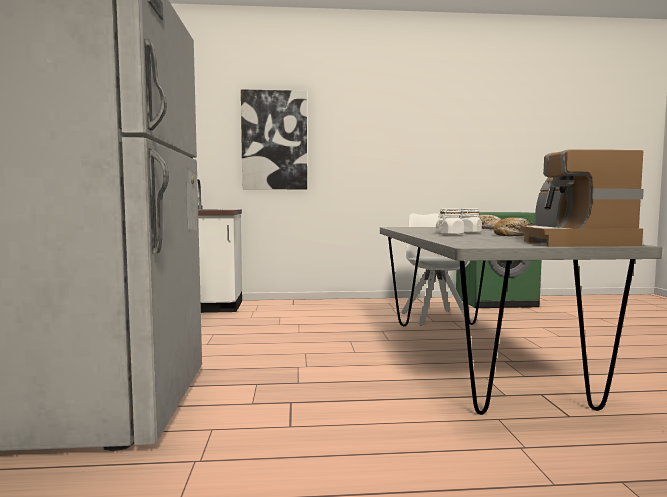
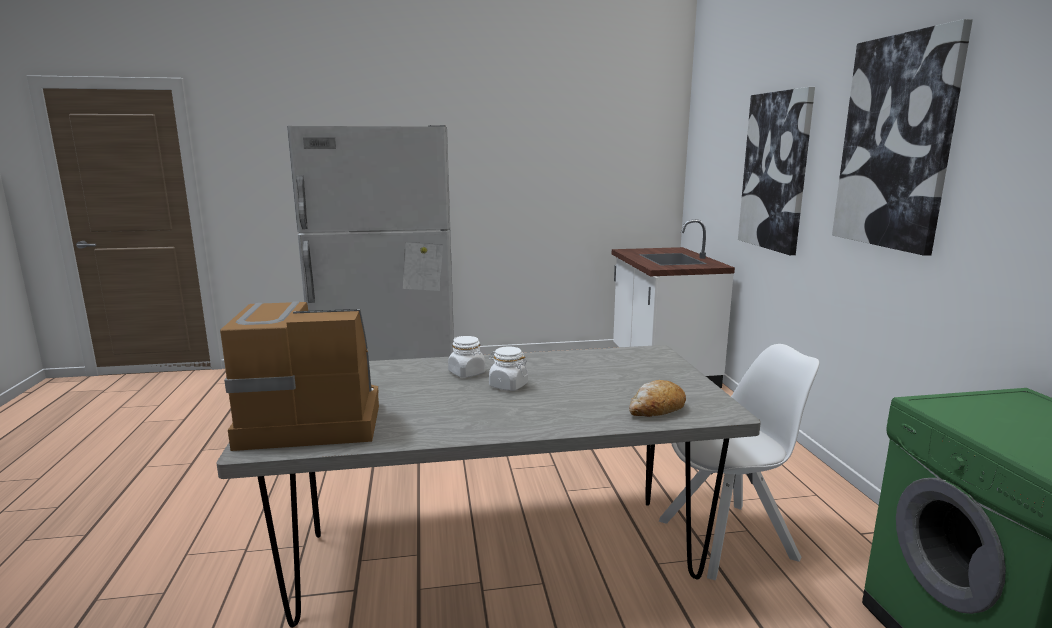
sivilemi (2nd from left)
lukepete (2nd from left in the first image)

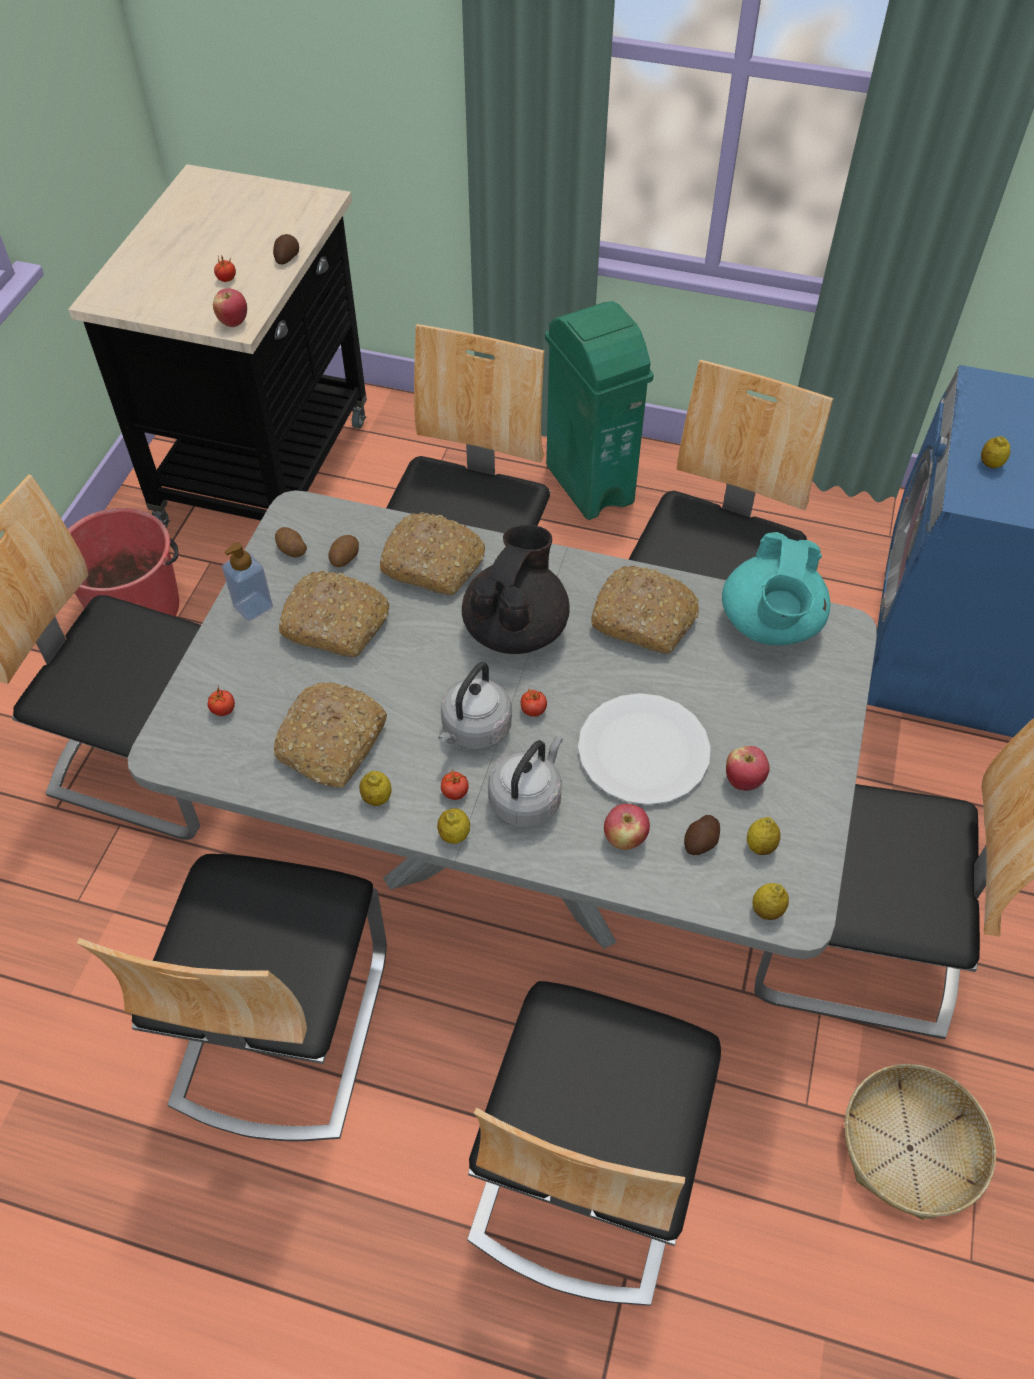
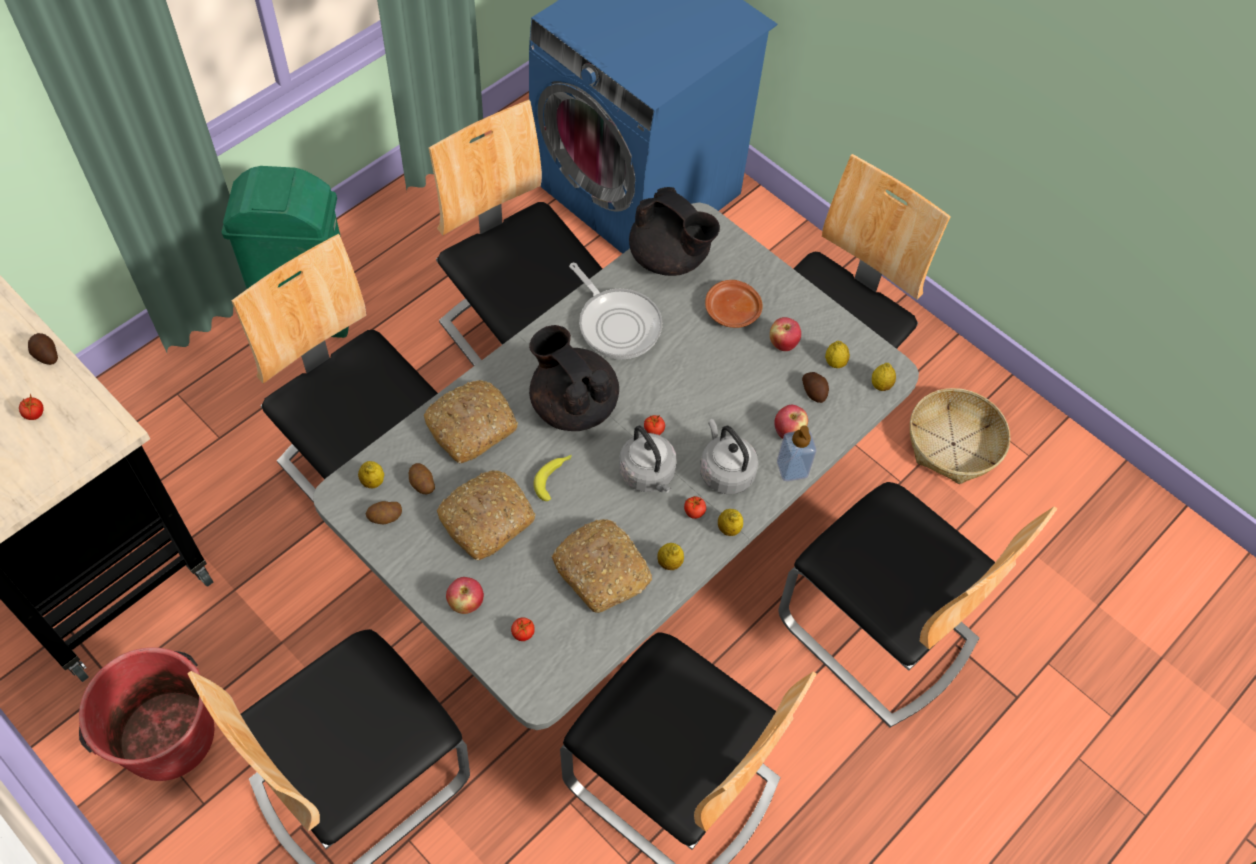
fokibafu (1st from left)
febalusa (1st from left)
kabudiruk
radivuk
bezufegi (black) (2nd from left)
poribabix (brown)
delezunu
poribabix (white)

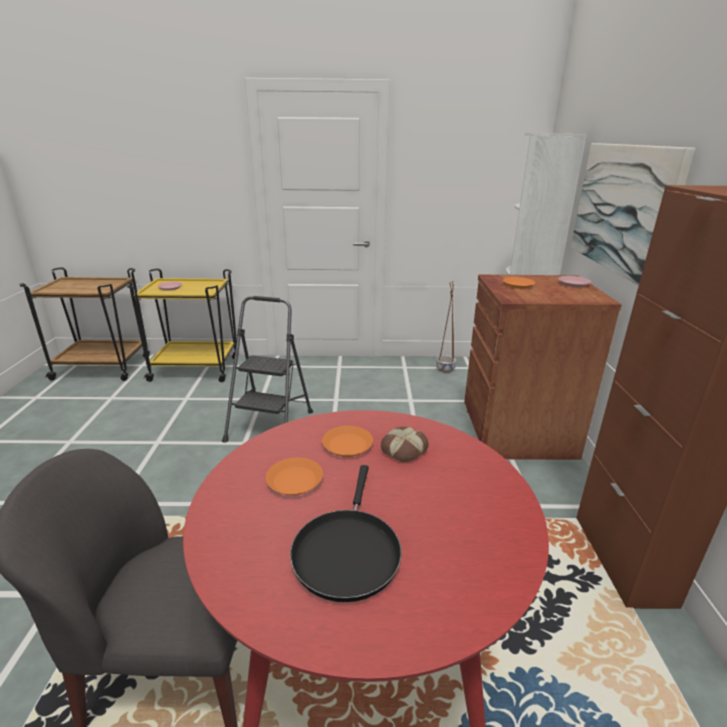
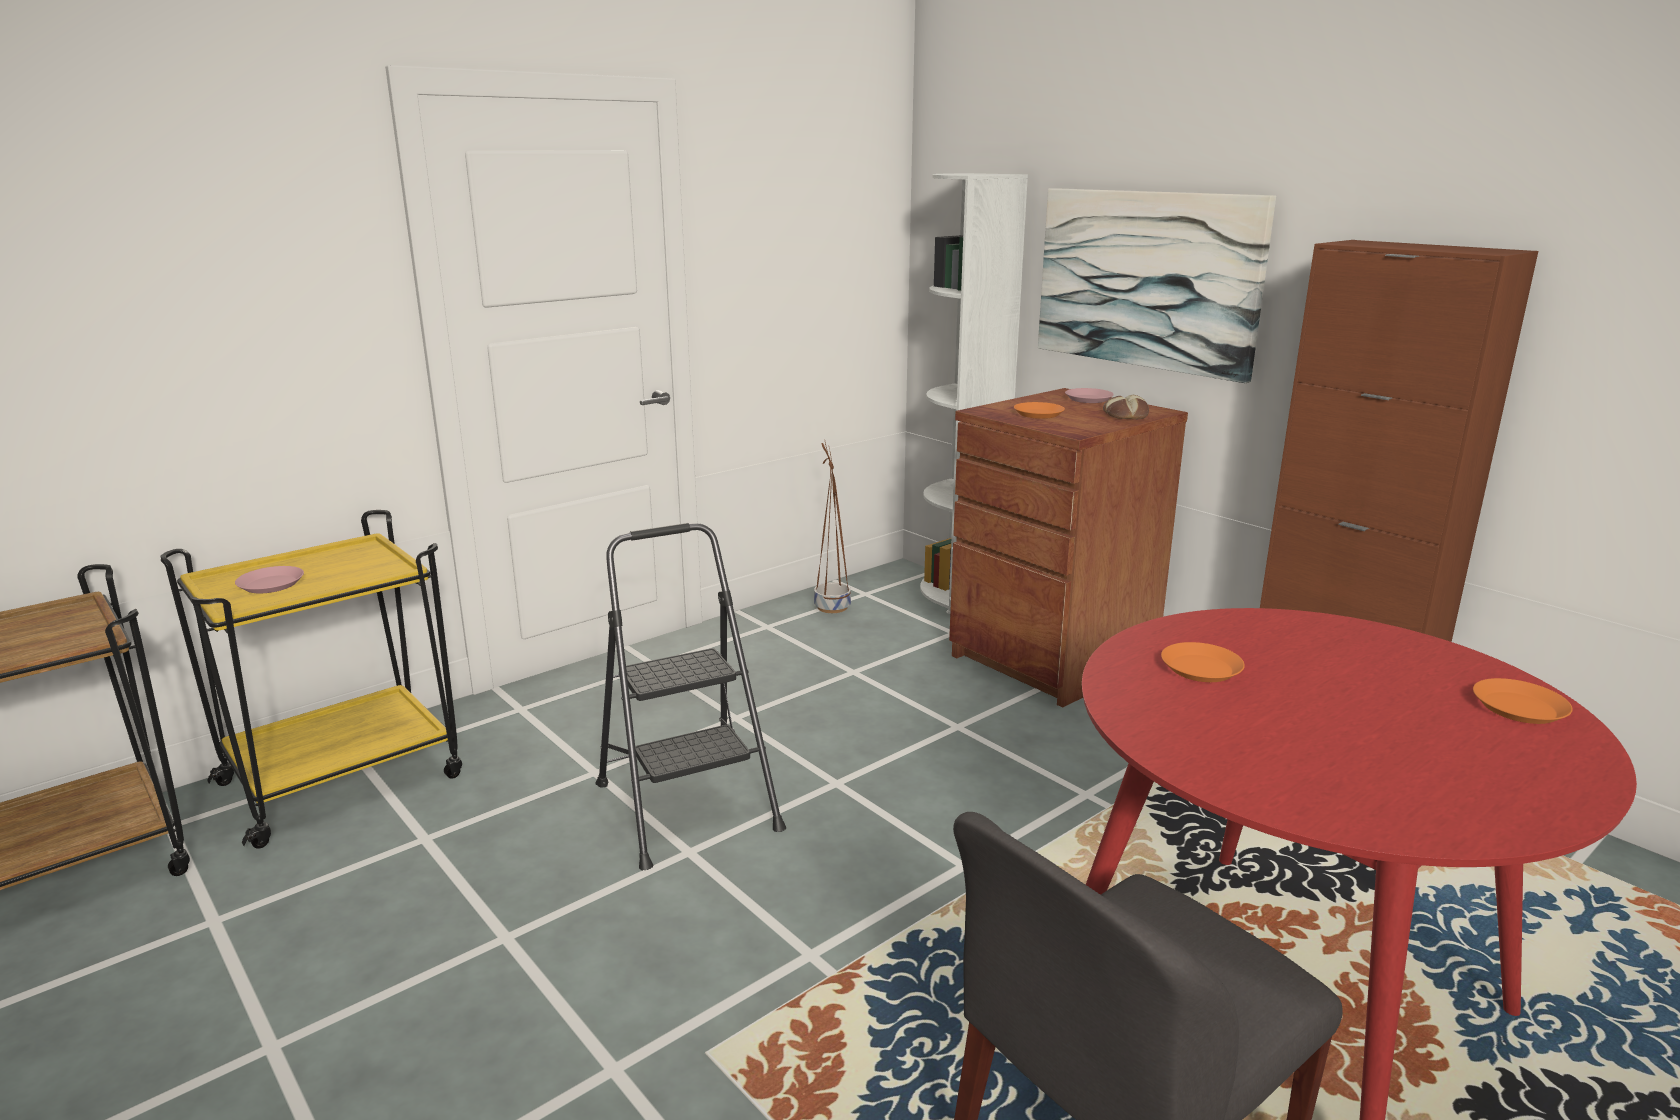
lukepete
poribabix (orange) (3rd from left)
radivuk (black)

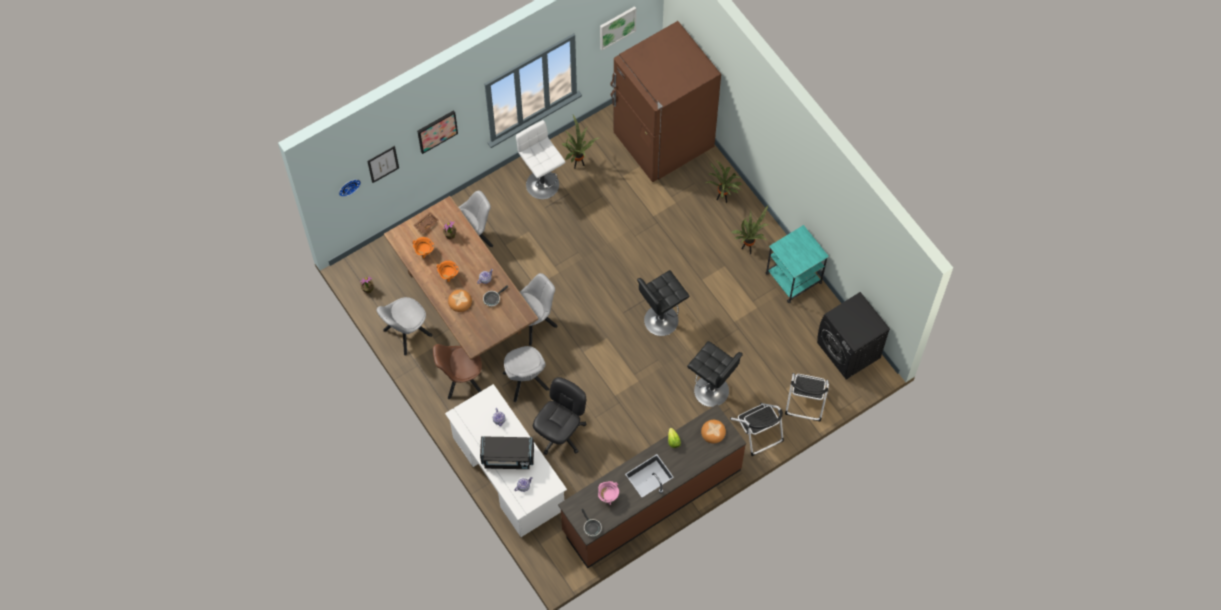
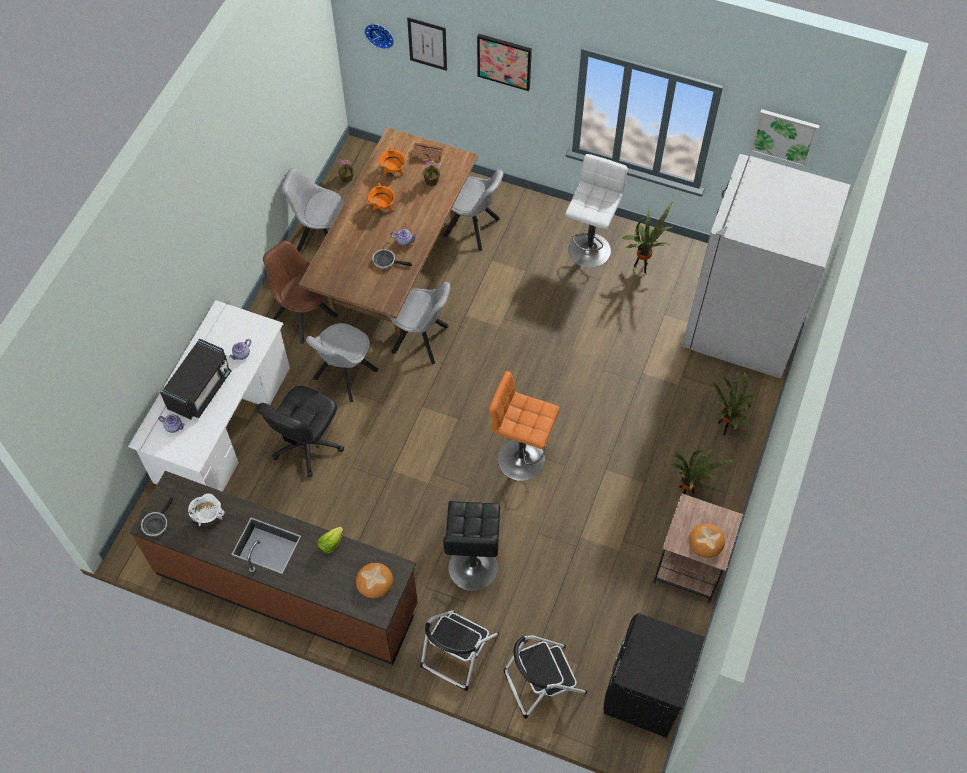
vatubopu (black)
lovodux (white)
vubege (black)
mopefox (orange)
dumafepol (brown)
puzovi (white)
lukepete (2nd from left)

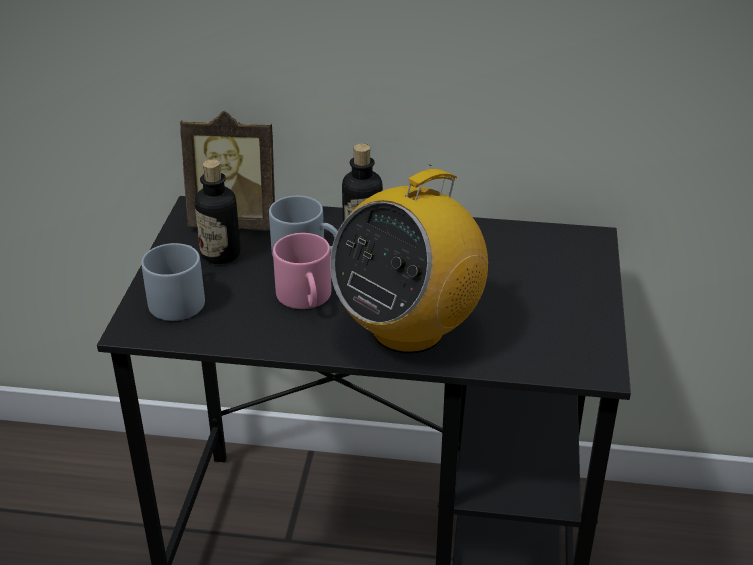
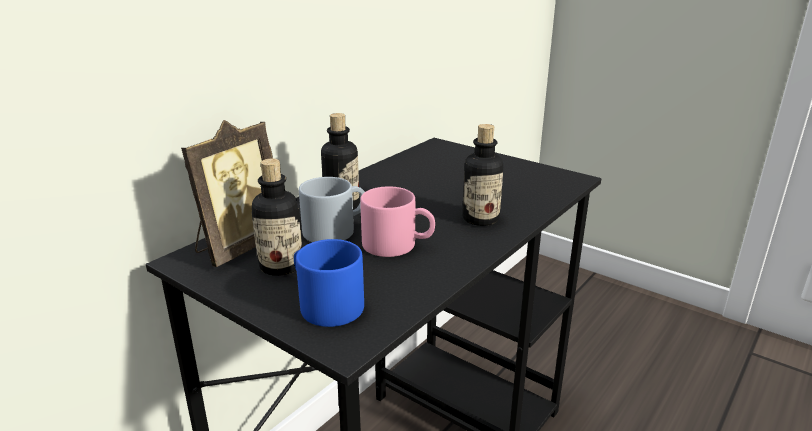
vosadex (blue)
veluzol (3rd from left)

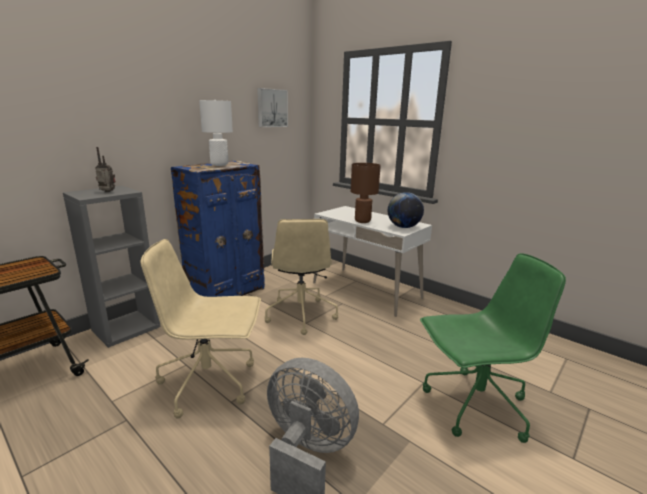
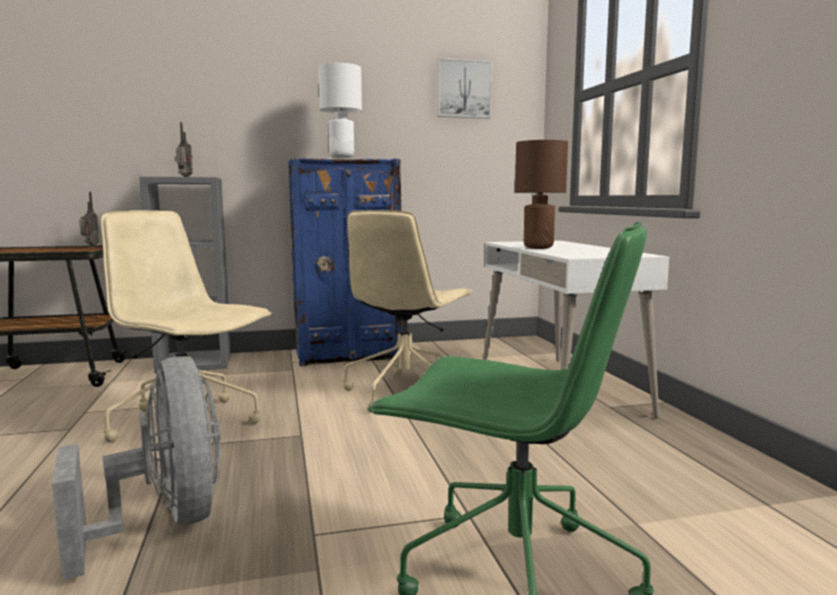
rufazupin (1st from left)
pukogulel

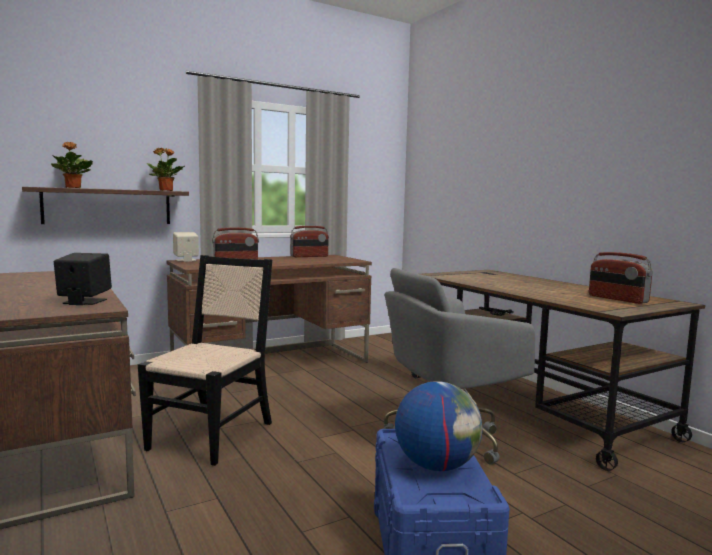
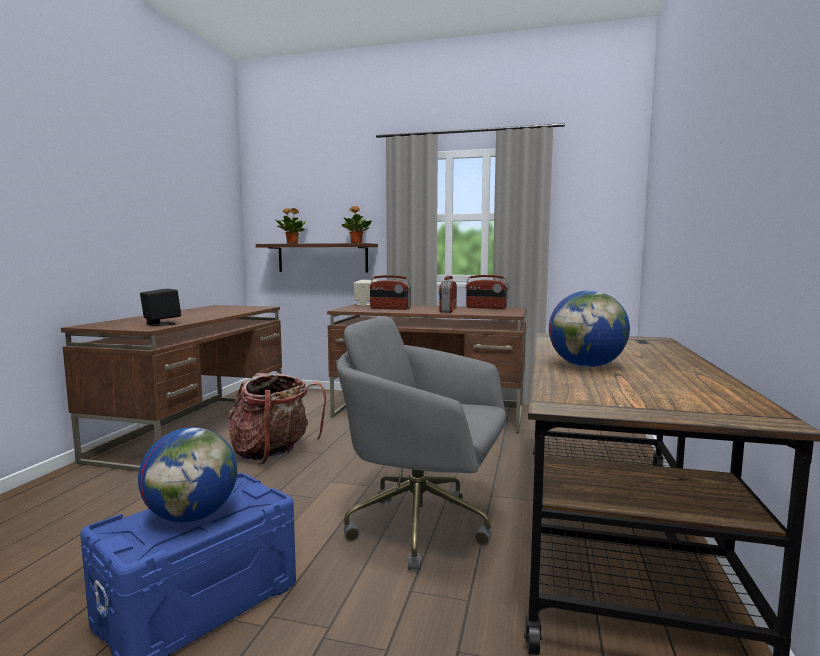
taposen
rufazupin (2nd from left)
pukogulel (2nd from left)

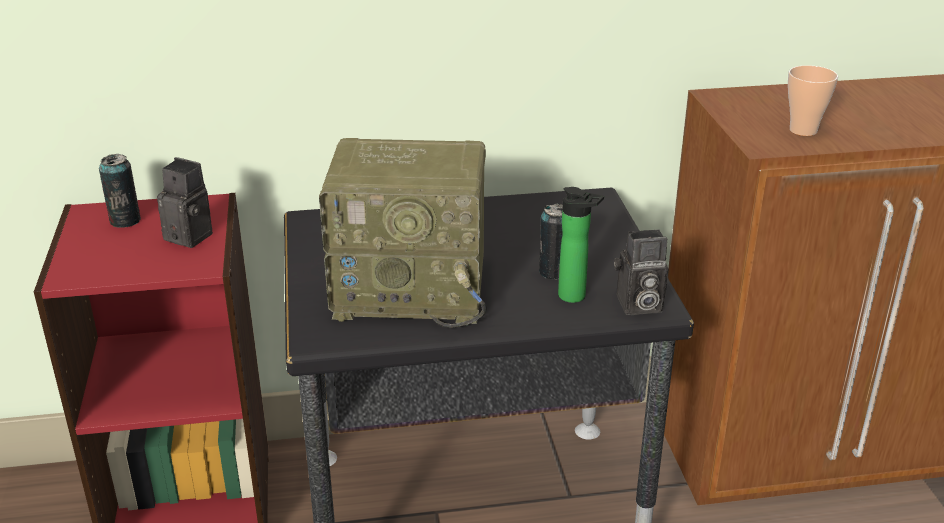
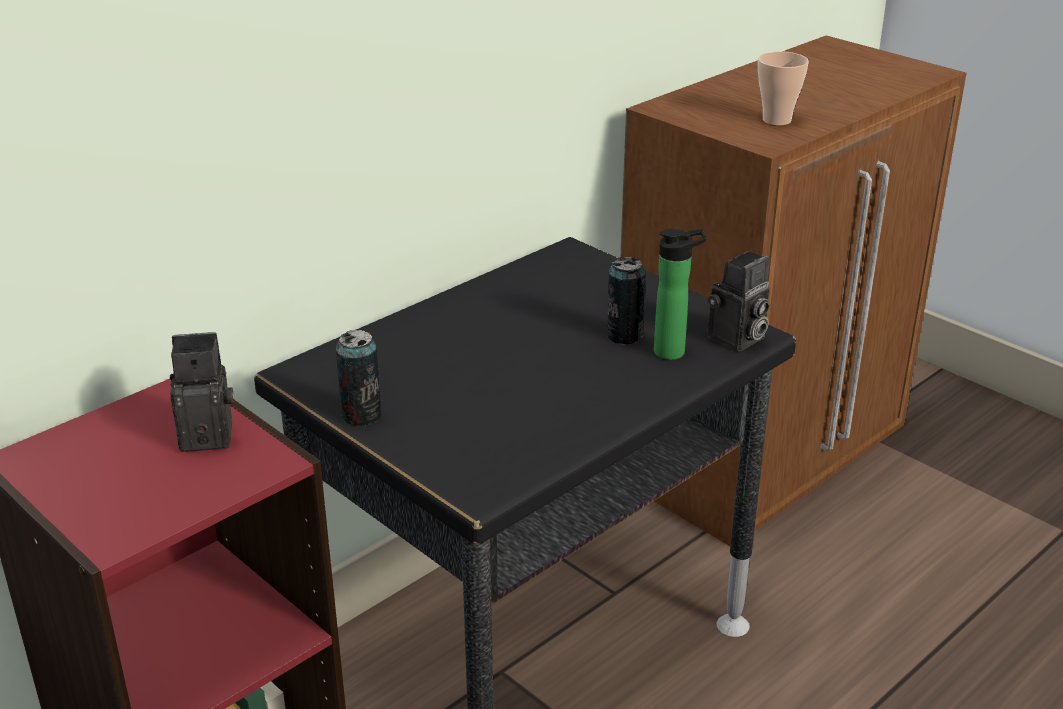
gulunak (1st from left)
rufazupin

